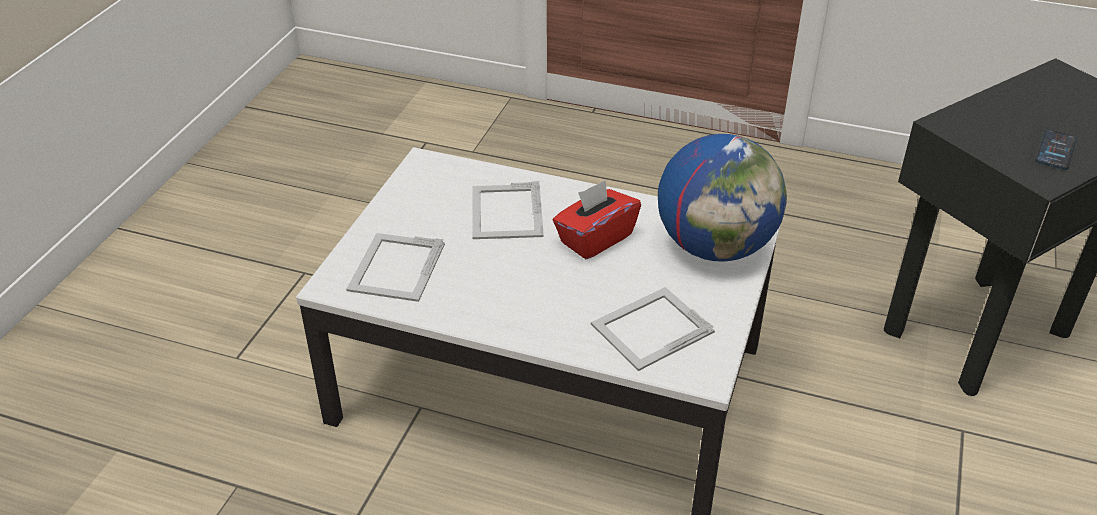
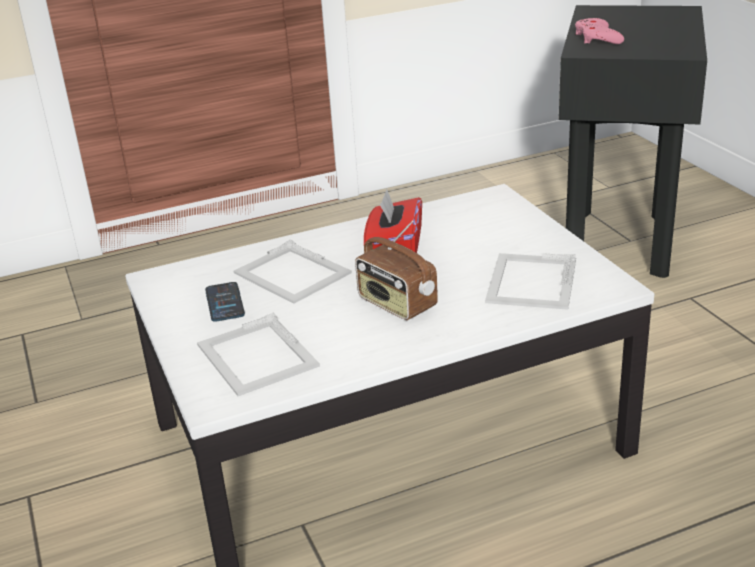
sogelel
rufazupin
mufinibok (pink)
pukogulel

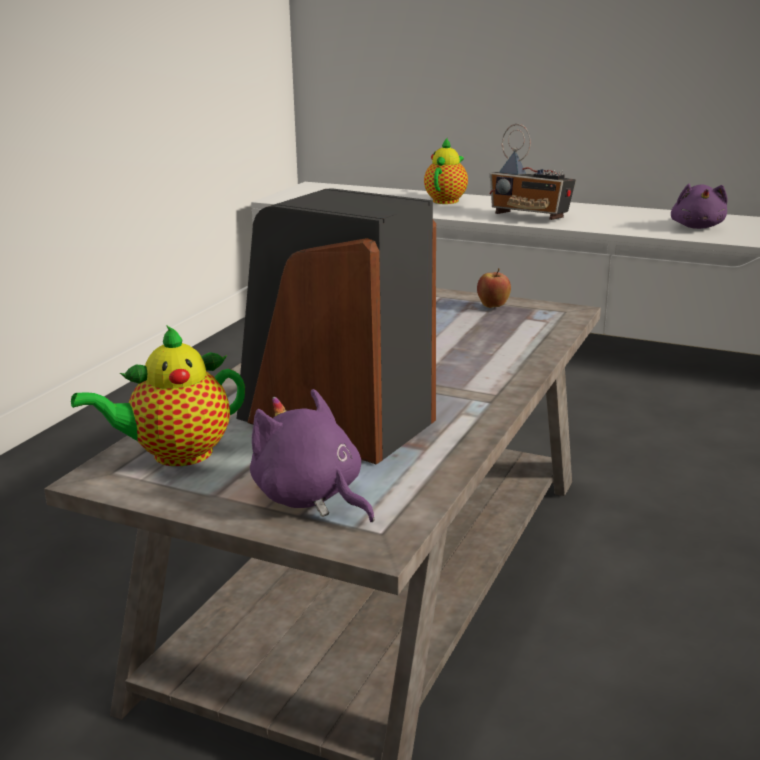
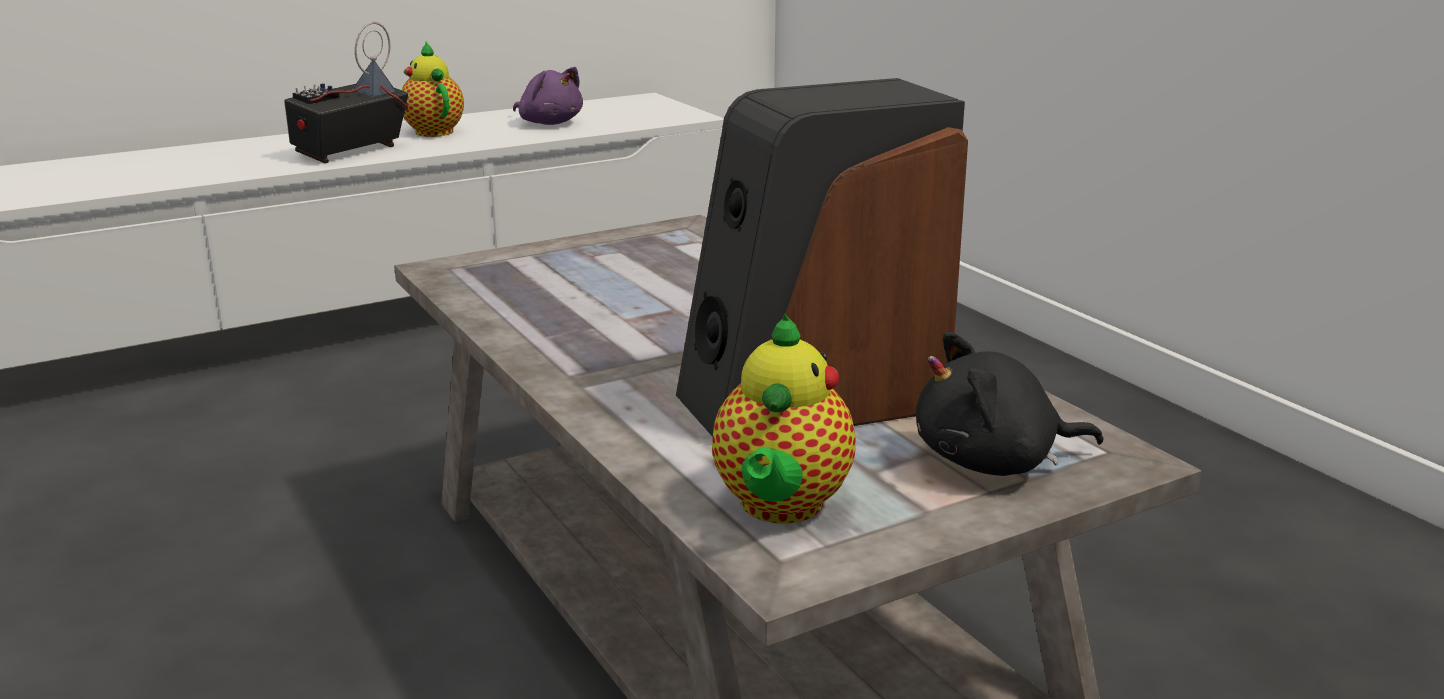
rufazupin
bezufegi (1st from left)
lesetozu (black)
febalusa

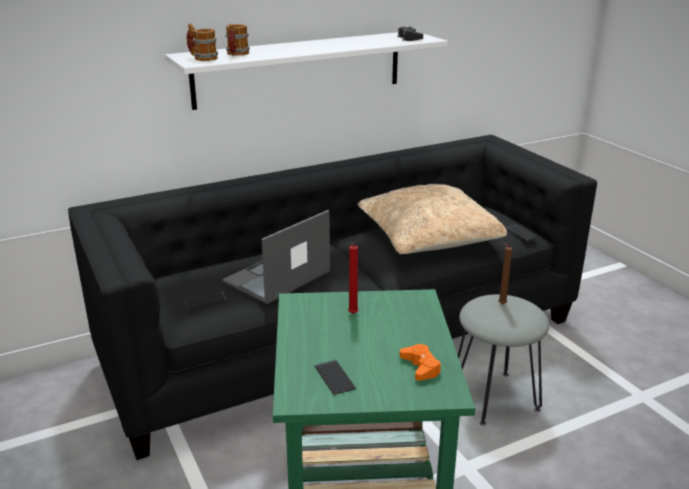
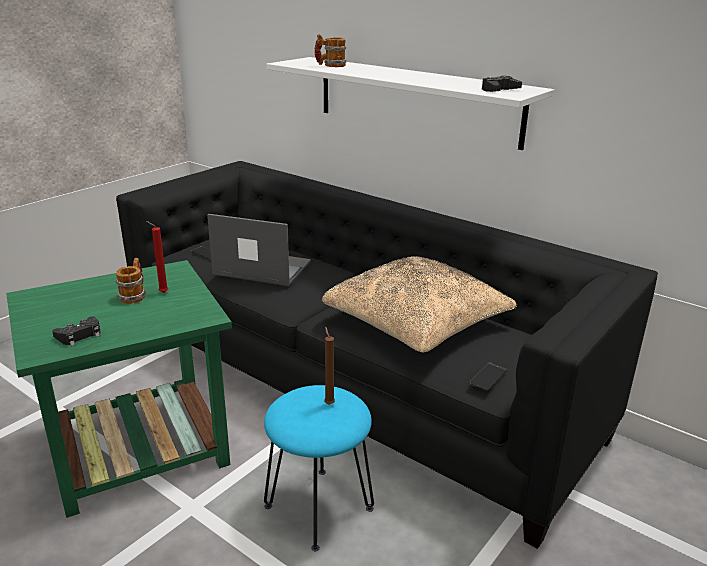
mufinibok (black) (1st from left)
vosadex (1st from left)
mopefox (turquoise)
sogelel (2nd from left in the first image)

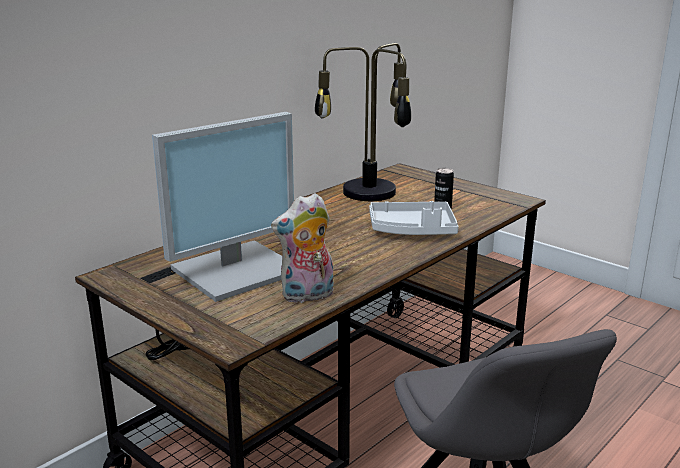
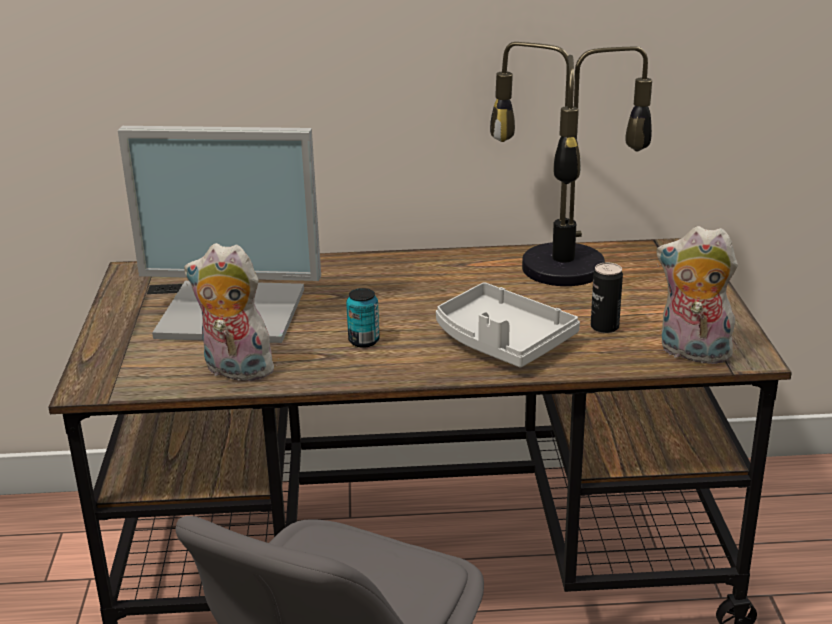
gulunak (1st from left)
lesetozu (2nd from left)

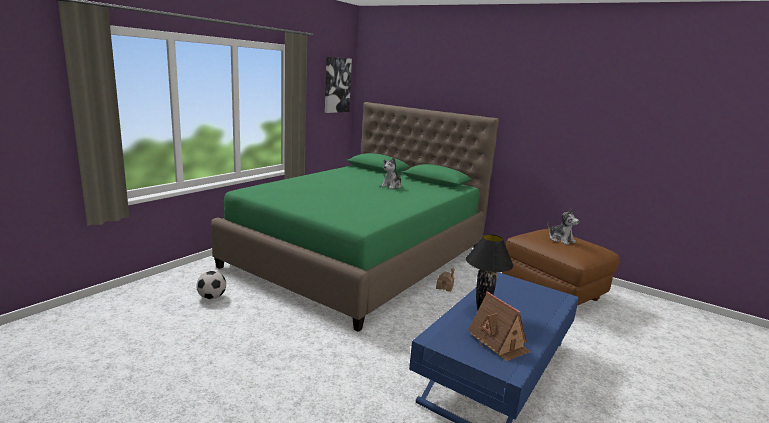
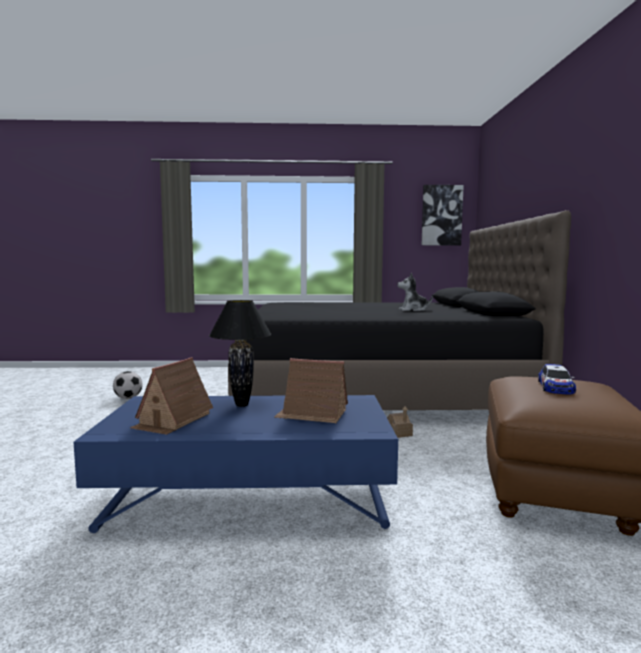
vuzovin
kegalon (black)
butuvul (2nd from left)
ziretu

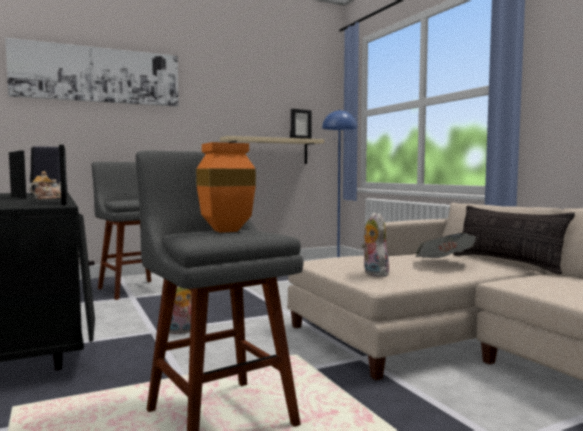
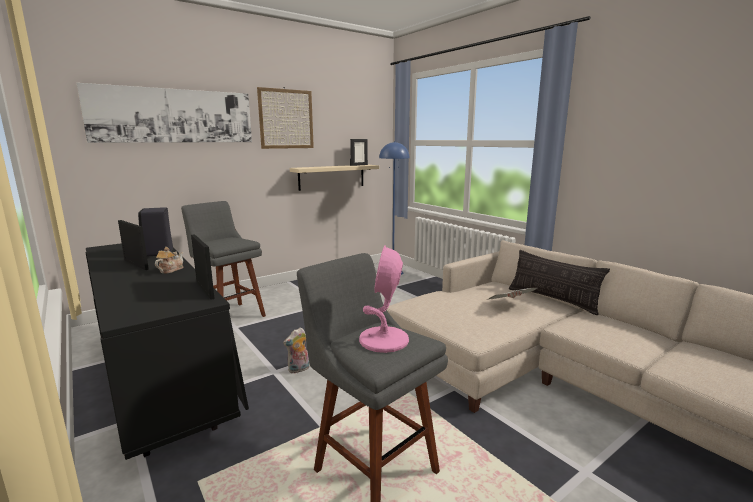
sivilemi (2nd from left)
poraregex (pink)
lesetozu (2nd from left in the first image)

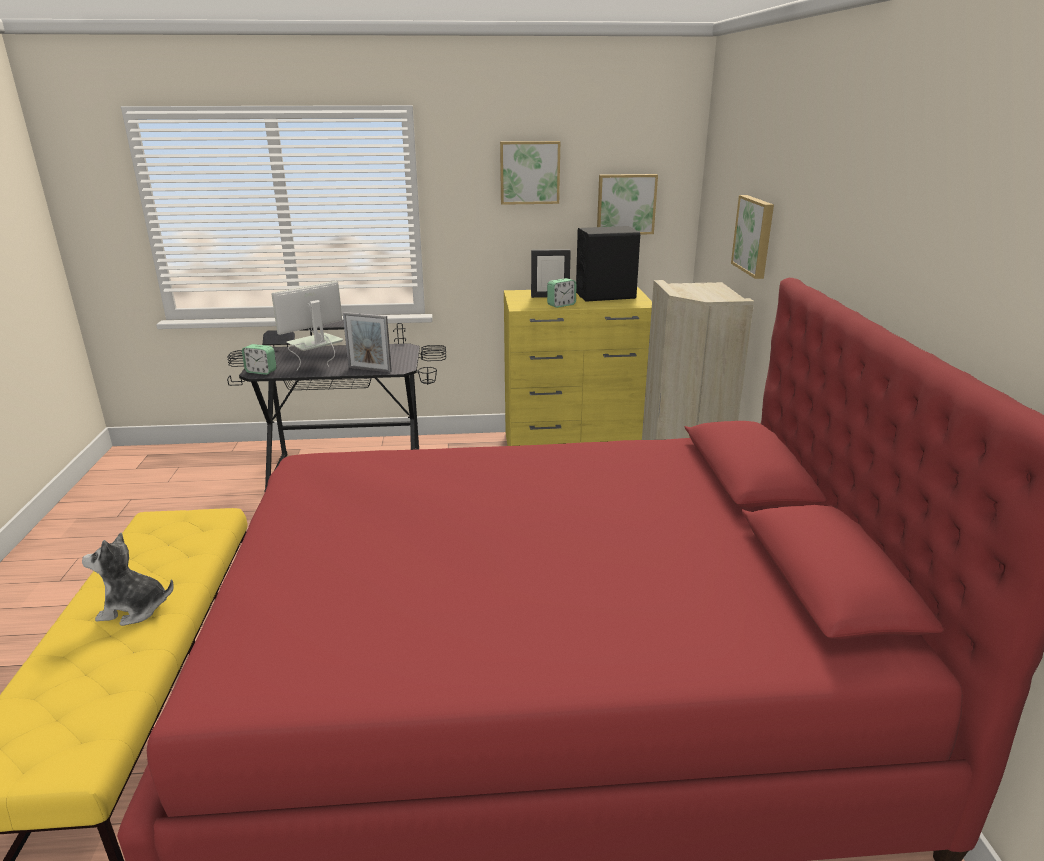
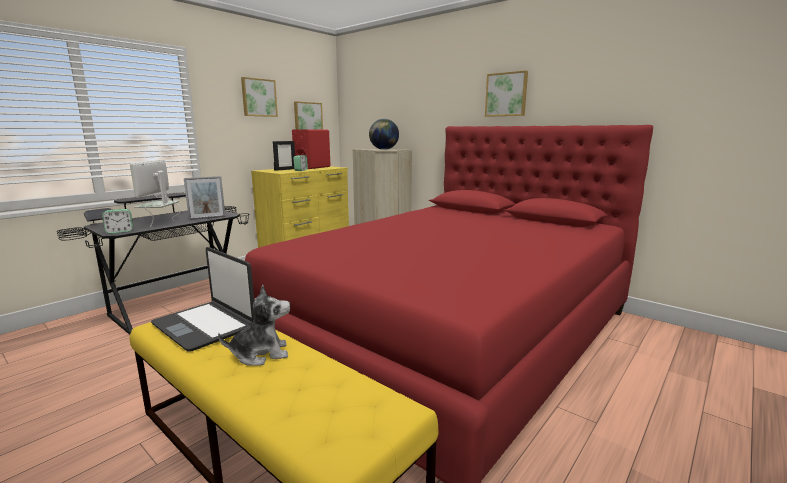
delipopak
lesetozu
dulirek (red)
pukogulel
sivilemi (3rd from left)

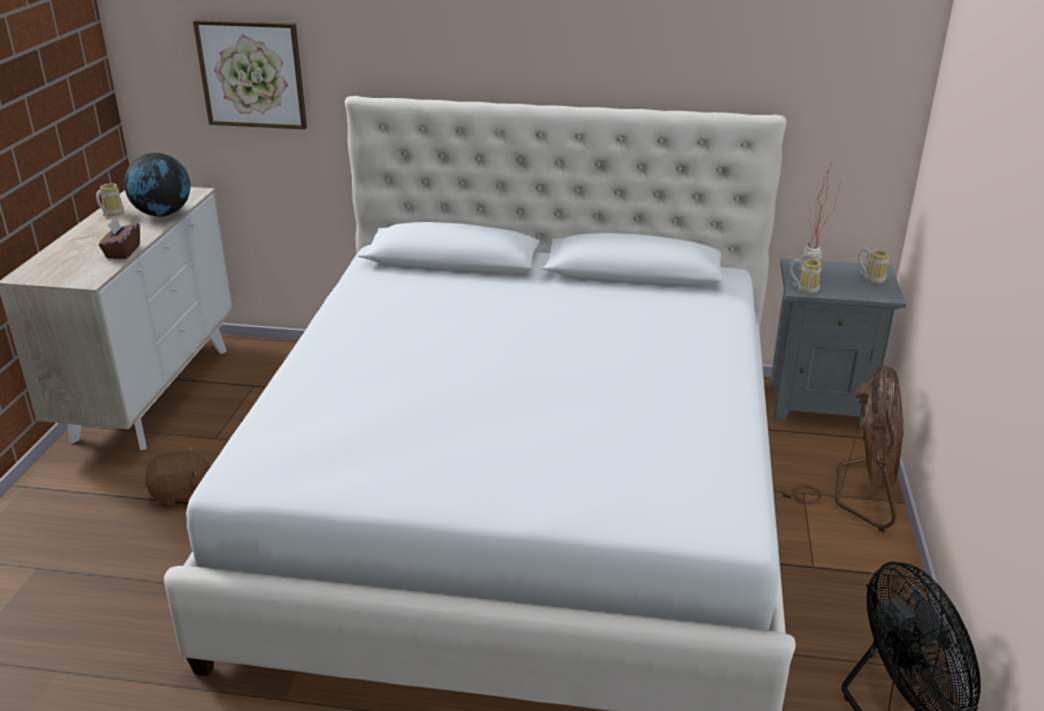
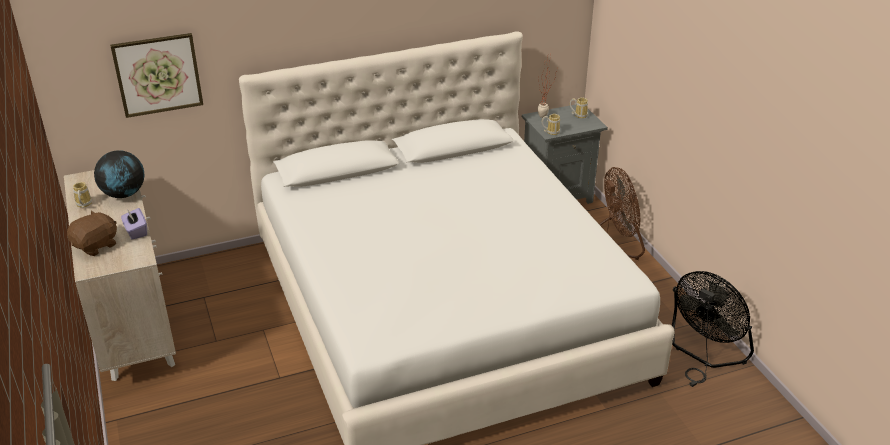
lesetozu (brown)
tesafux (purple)

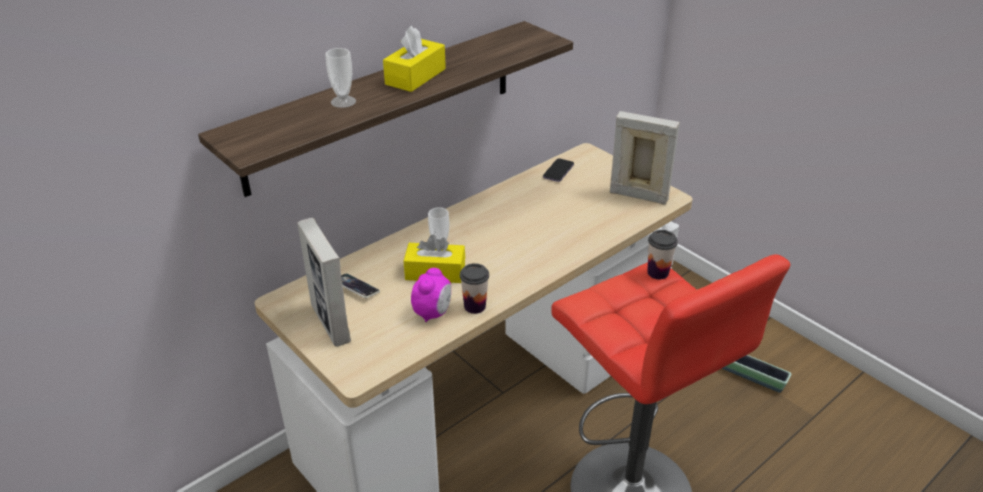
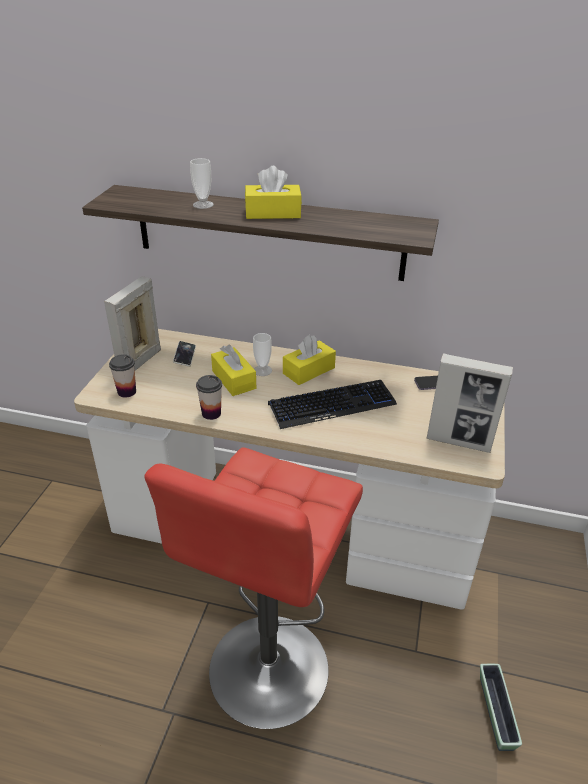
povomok (1st from left)
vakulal
tesafux (yellow) (3rd from left)
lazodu (2nd from left)
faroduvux

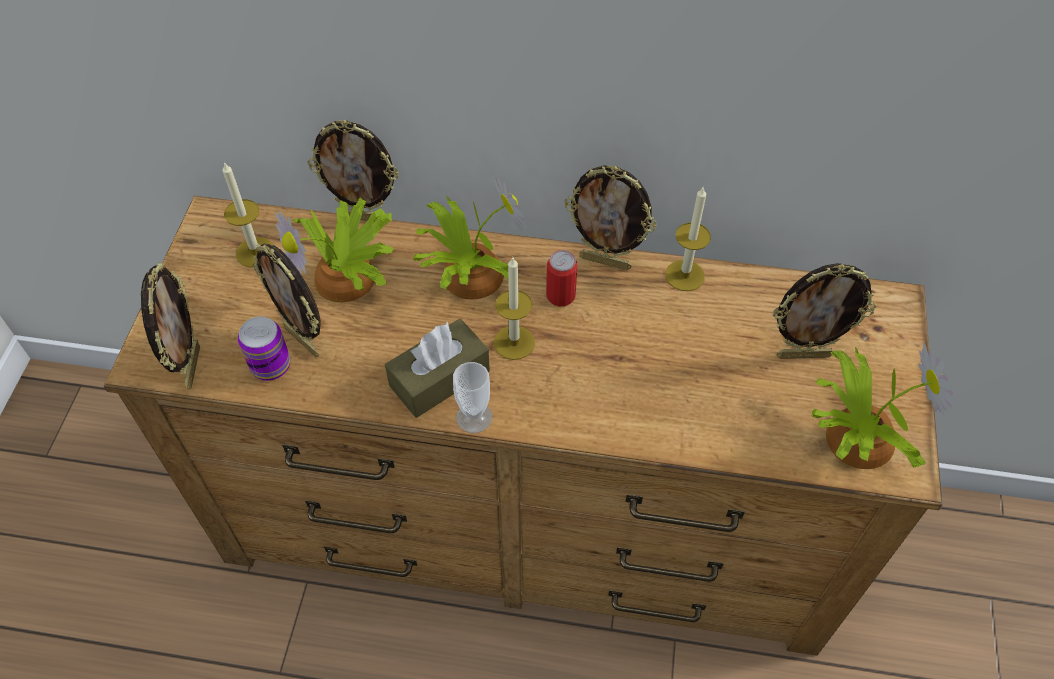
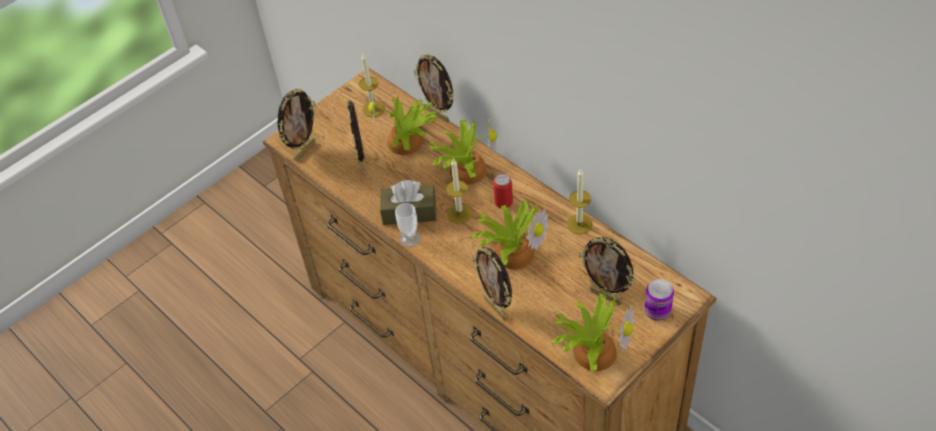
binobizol (3rd from left)
lazodu (4th from left)
gulunak (2nd from left)

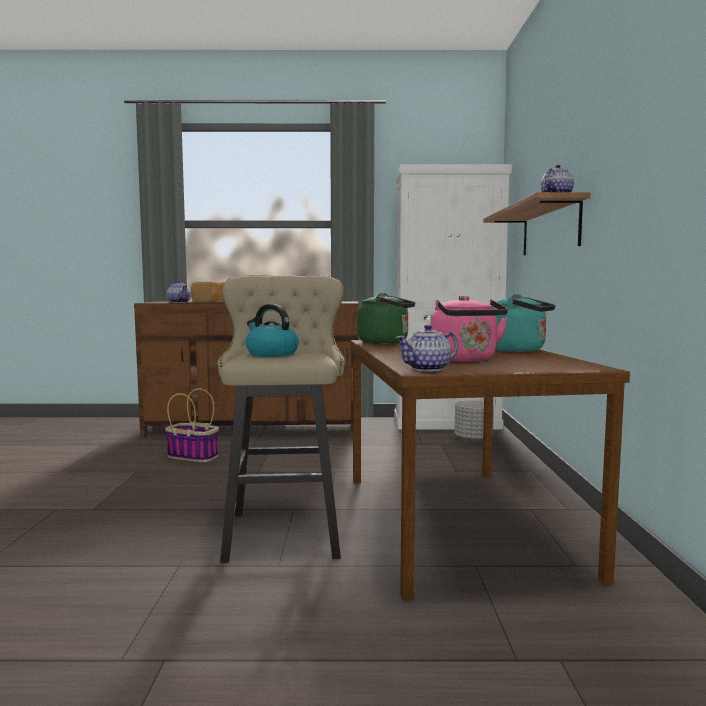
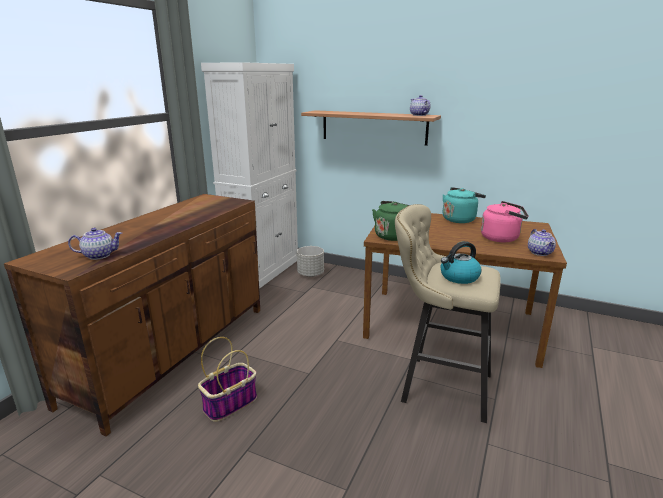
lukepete

